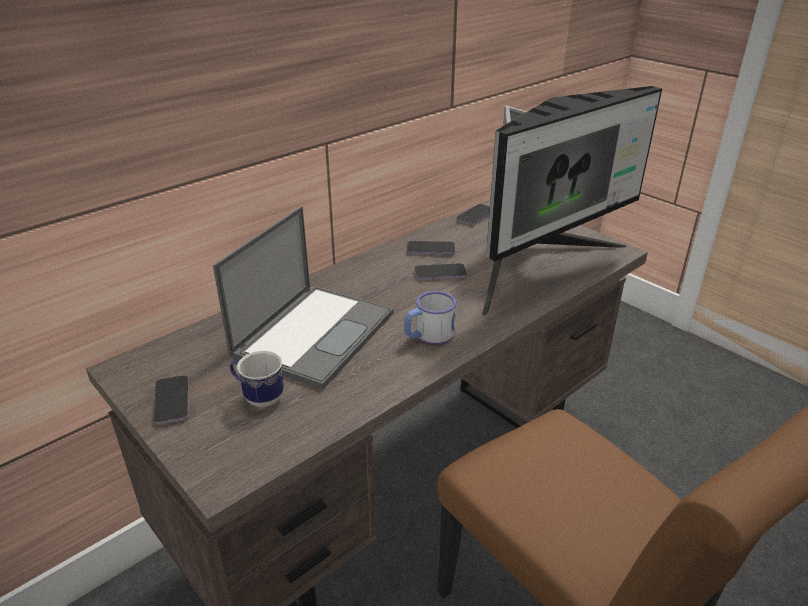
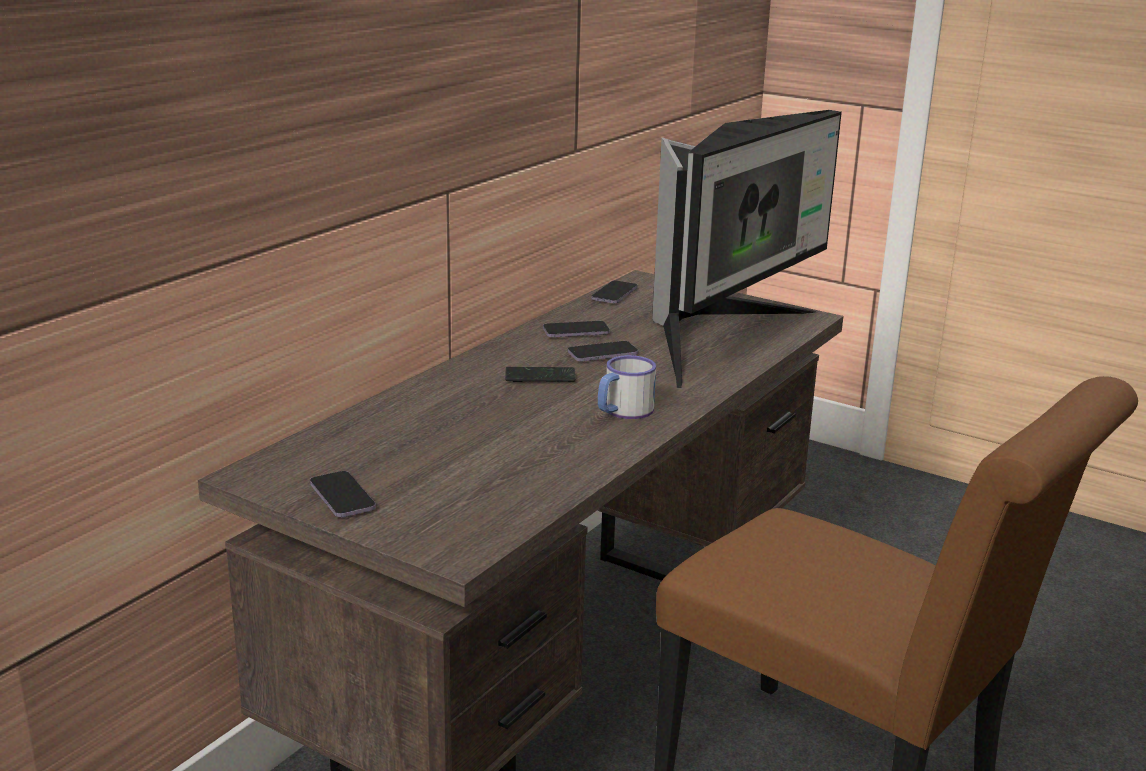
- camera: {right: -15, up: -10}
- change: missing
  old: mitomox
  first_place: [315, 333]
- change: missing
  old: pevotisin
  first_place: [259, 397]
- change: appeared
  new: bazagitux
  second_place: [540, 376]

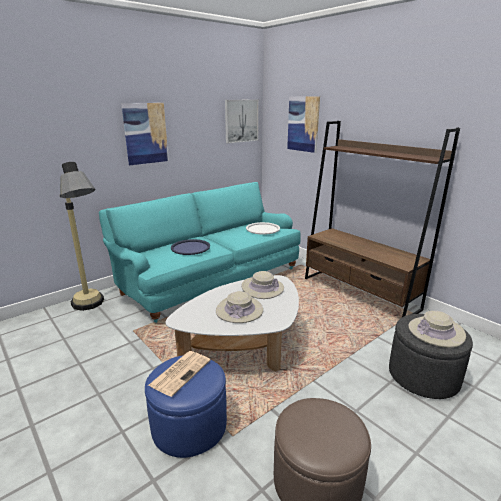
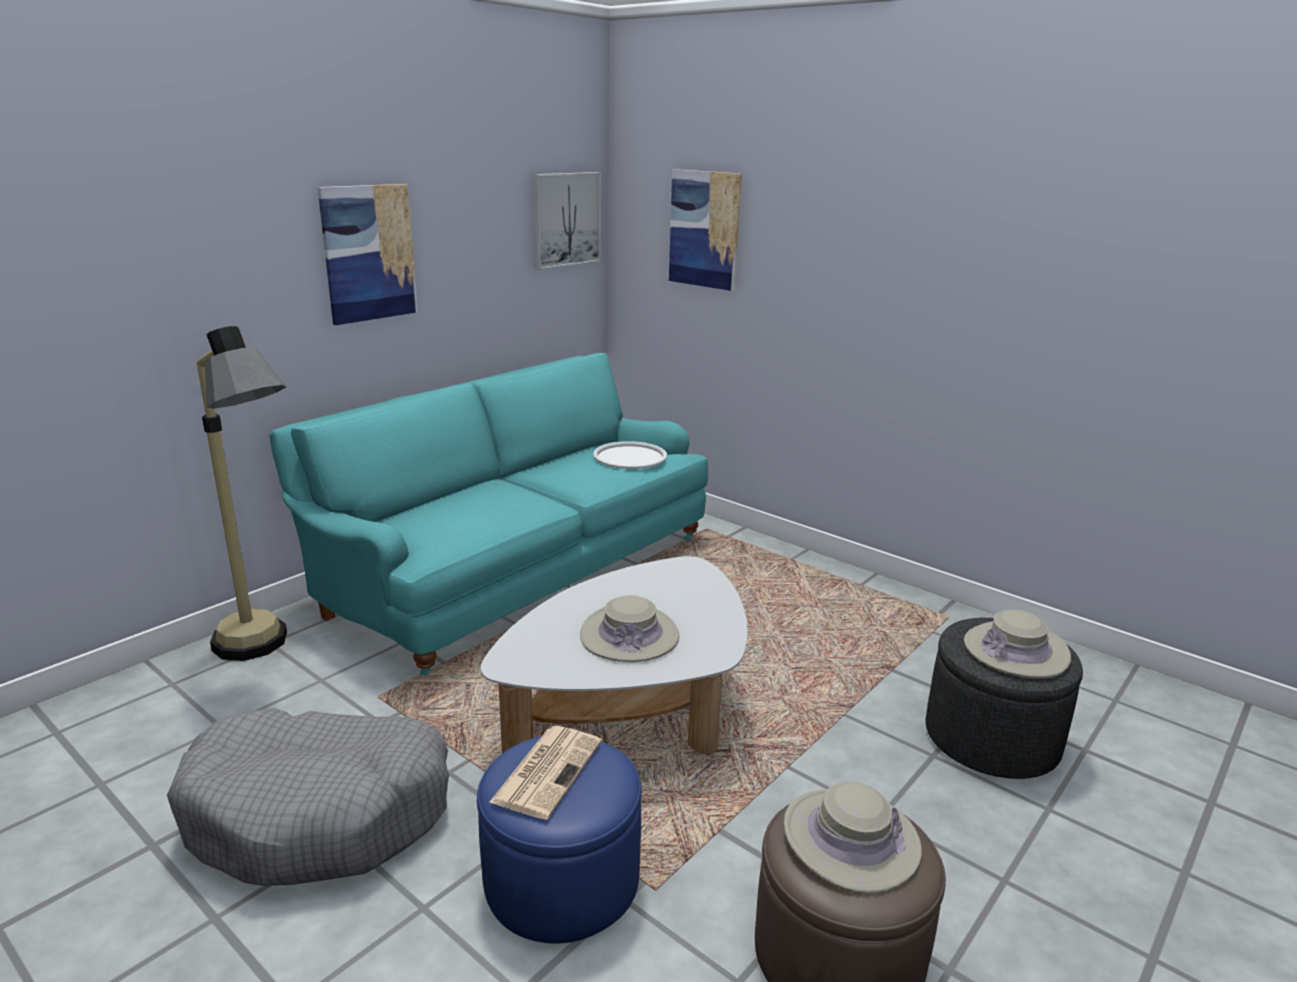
- camera: {right: -10, up: 0}
- change: missing
  old: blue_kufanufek
  first_place: [190, 247]
- change: relocated
  old: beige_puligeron
  first_place: [262, 288]
  second_place: [850, 839]
- change: missing
  old: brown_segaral
  first_place: [359, 293]
- change: appeared
  new: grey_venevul
  second_place: [319, 813]

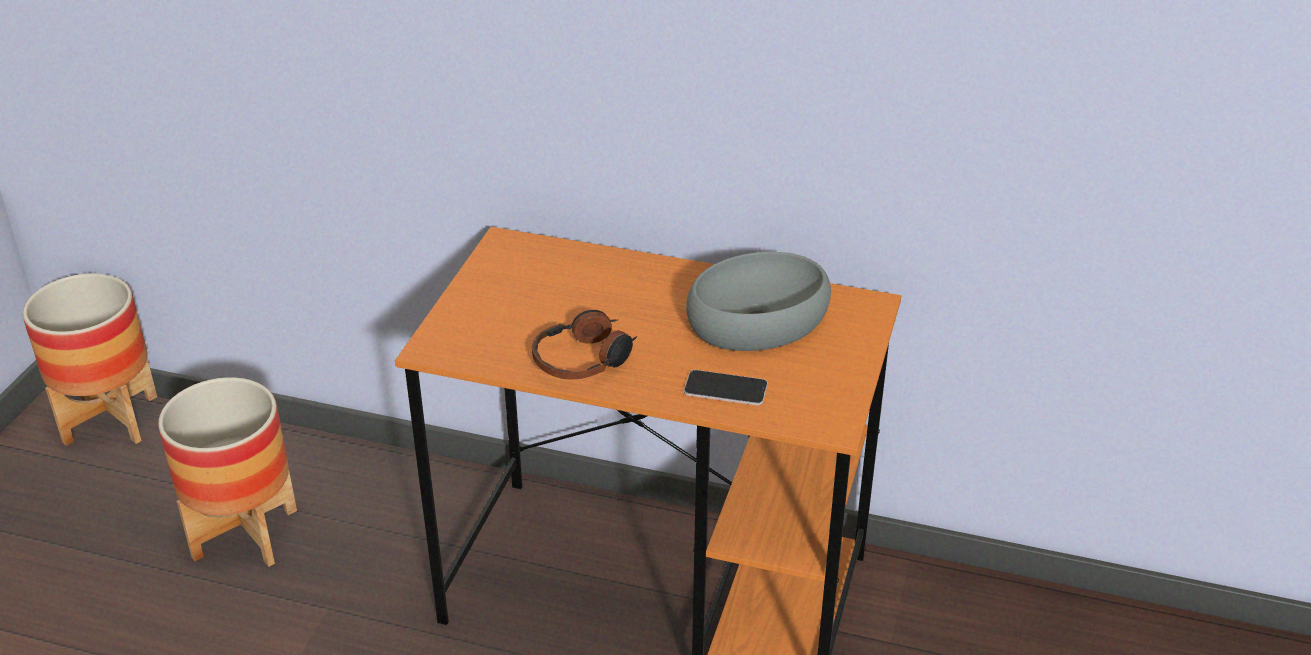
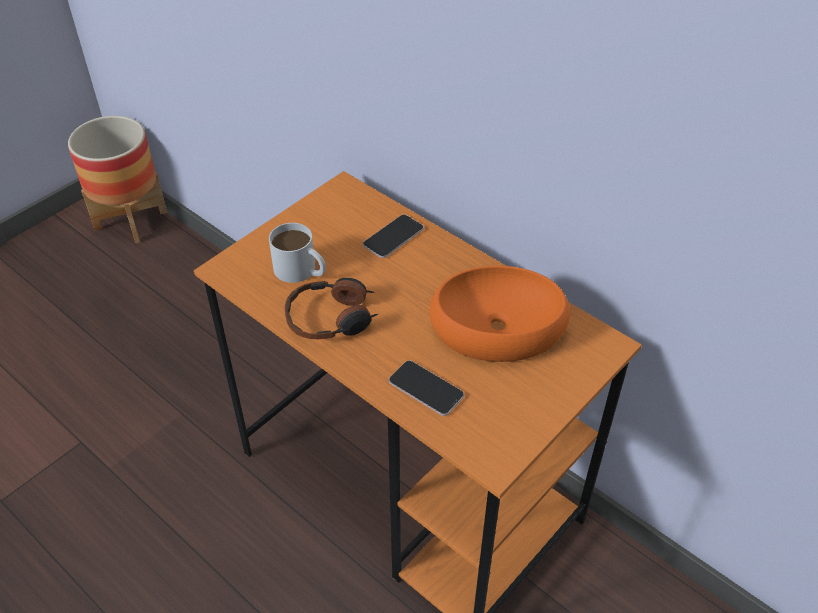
- camera: {right: 25, up: 10}
- change: missing
  old: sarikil
  first_place: [245, 533]
- change: colour
  old: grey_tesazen
  new: orange_tesazen
  first_place: [757, 318]
  second_place: [498, 326]
- change: appeared
  new: white_pevotisin
  second_place: [301, 271]
- change: appeared
  new: bazagitux
  second_place: [393, 237]

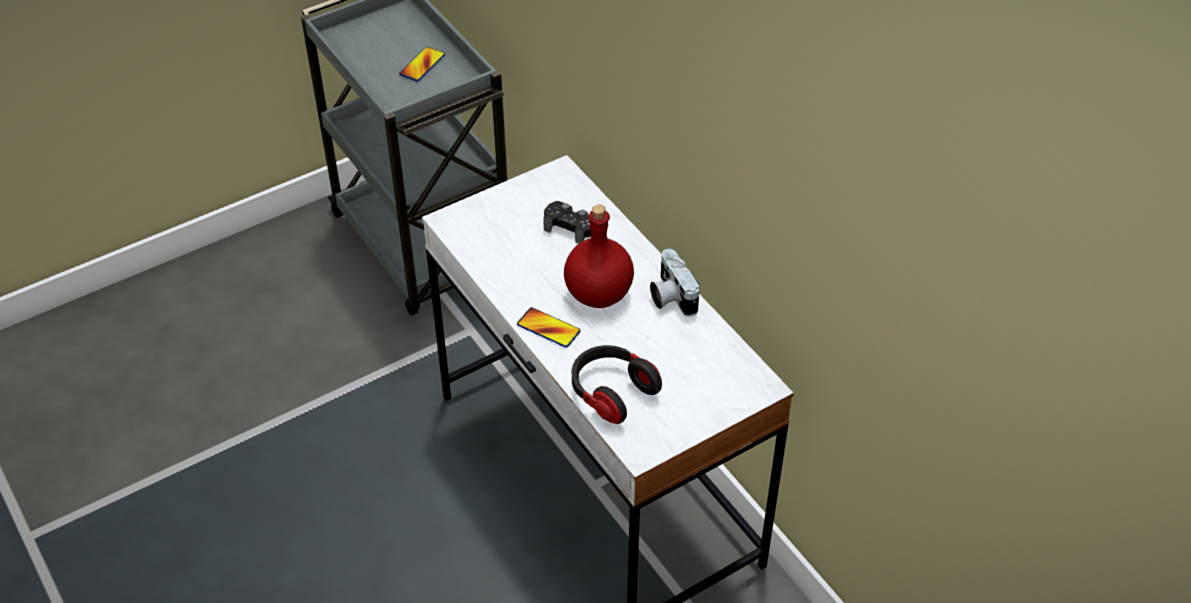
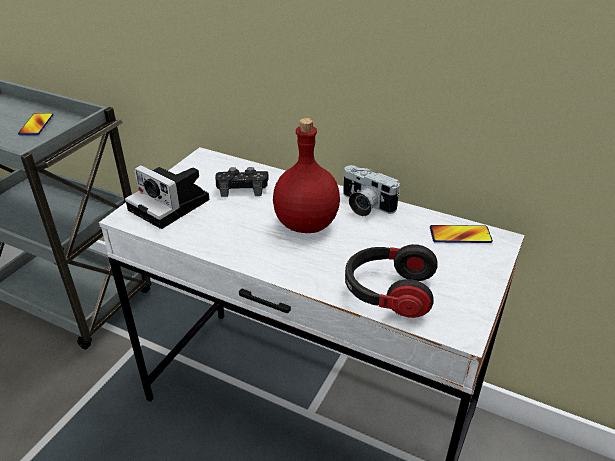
- camera: {right: -30, up: -10}
- change: relocated
  old: bazagitux
  first_place: [548, 328]
  second_place: [460, 235]
- change: appeared
  new: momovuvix
  second_place: [172, 205]

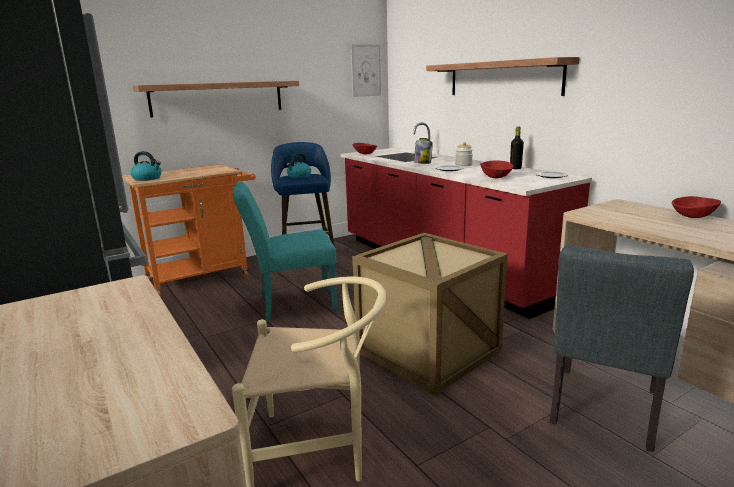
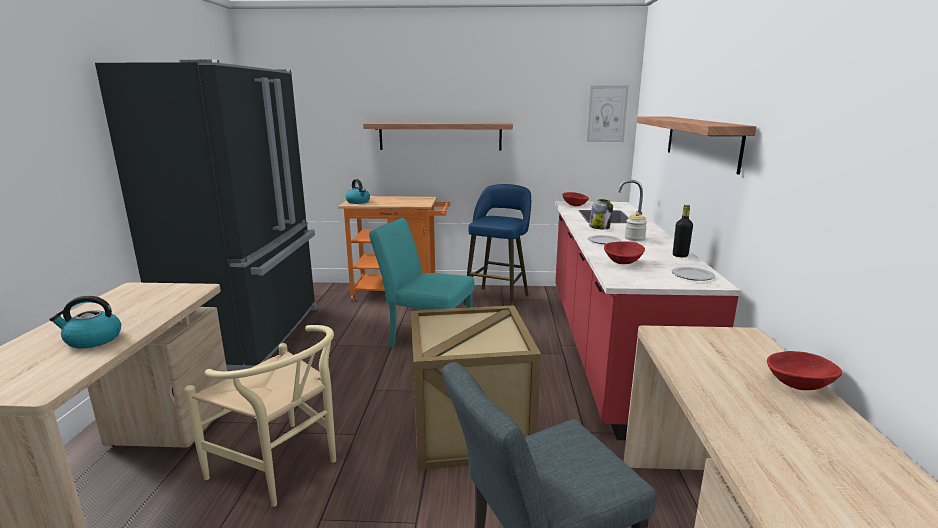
- camera: {right: 35, up: 0}
- change: relocated
  old: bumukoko
  first_place: [299, 176]
  second_place: [92, 340]

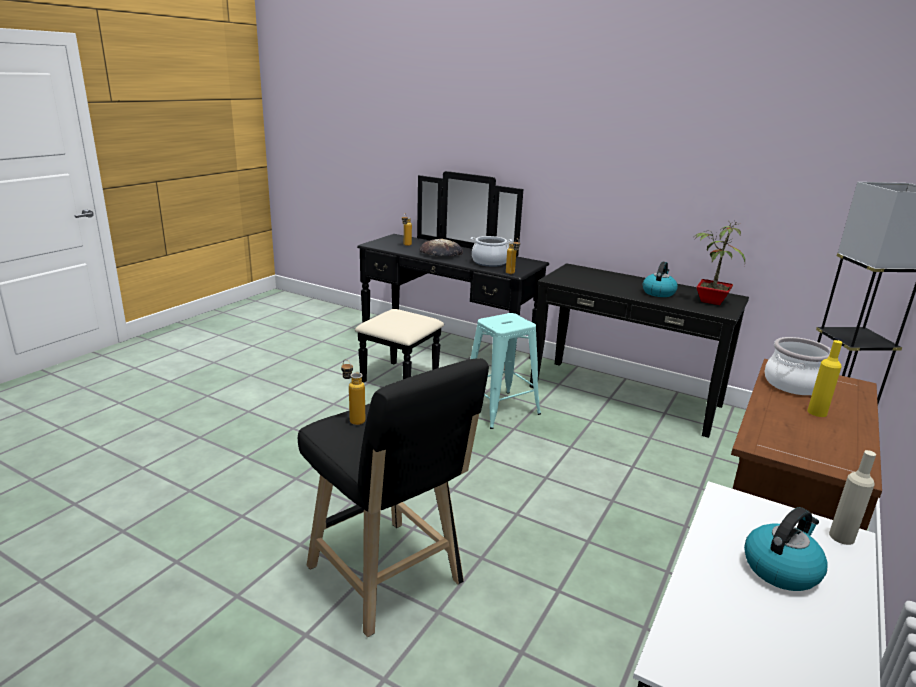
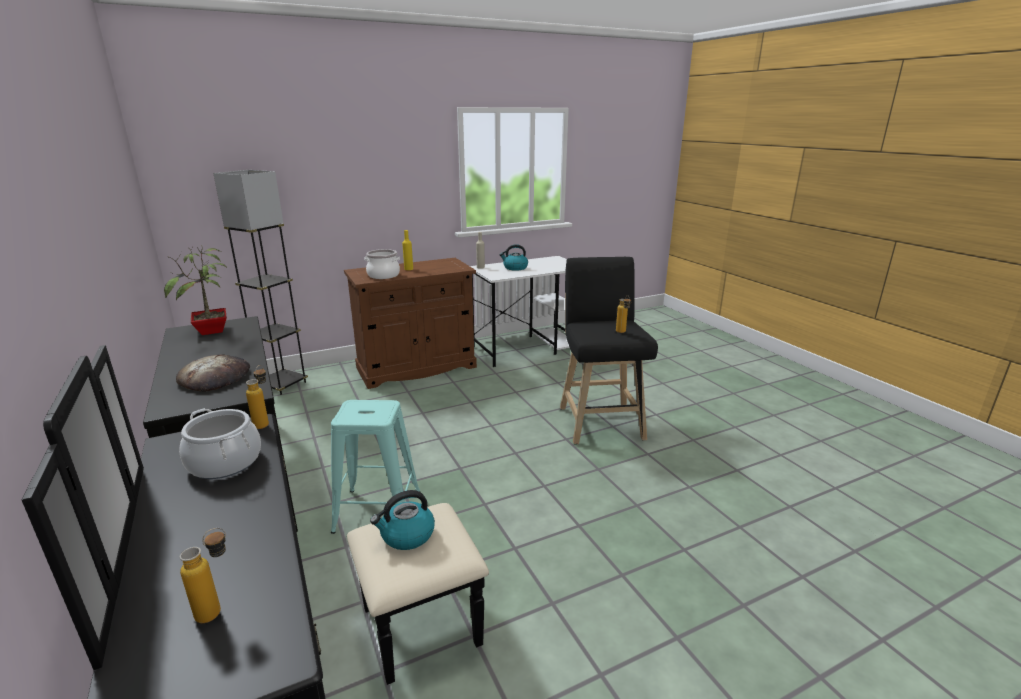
- camera: {right: -145, up: 0}
- change: relocated
  old: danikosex
  first_place: [441, 253]
  second_place: [215, 377]
- change: relocated
  old: bumukoko
  first_place: [658, 292]
  second_place: [406, 535]

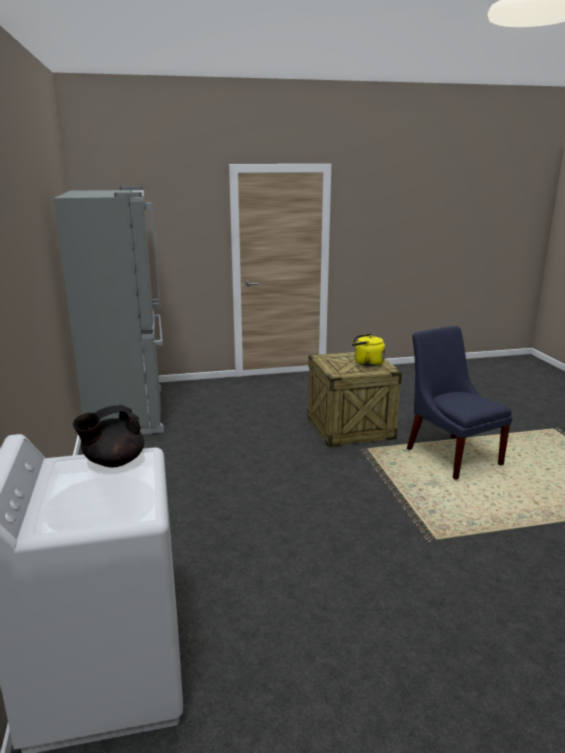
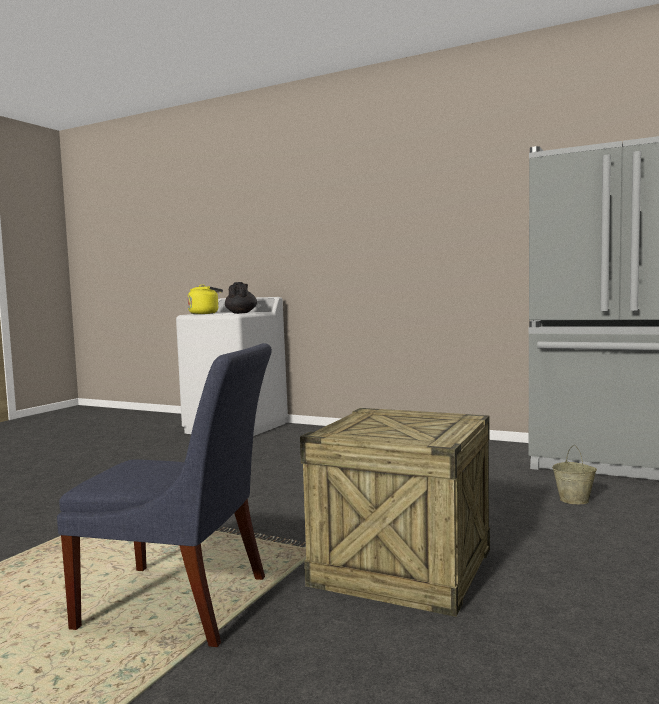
- camera: {right: 130, up: -15}
- change: relocated
  old: yellow_bumukoko
  first_place: [366, 363]
  second_place: [205, 313]
- change: appeared
  new: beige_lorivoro
  second_place: [574, 500]

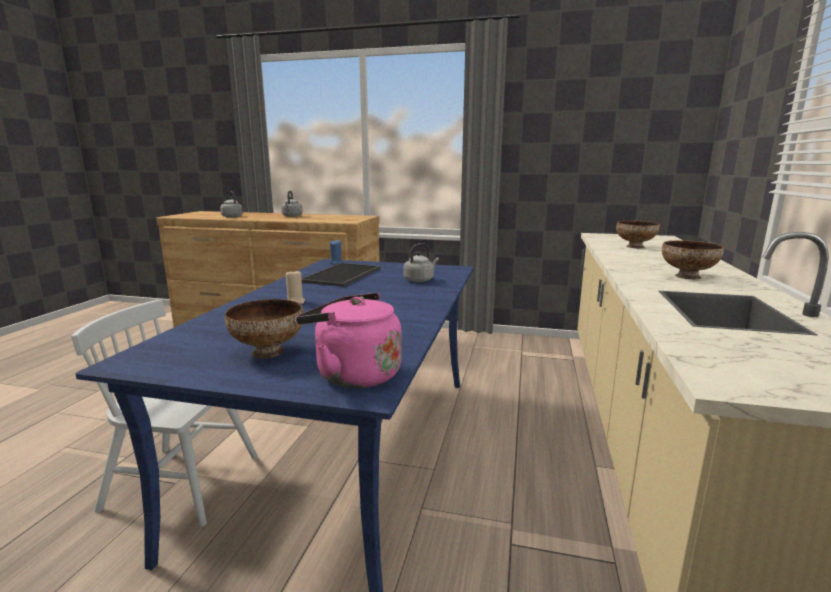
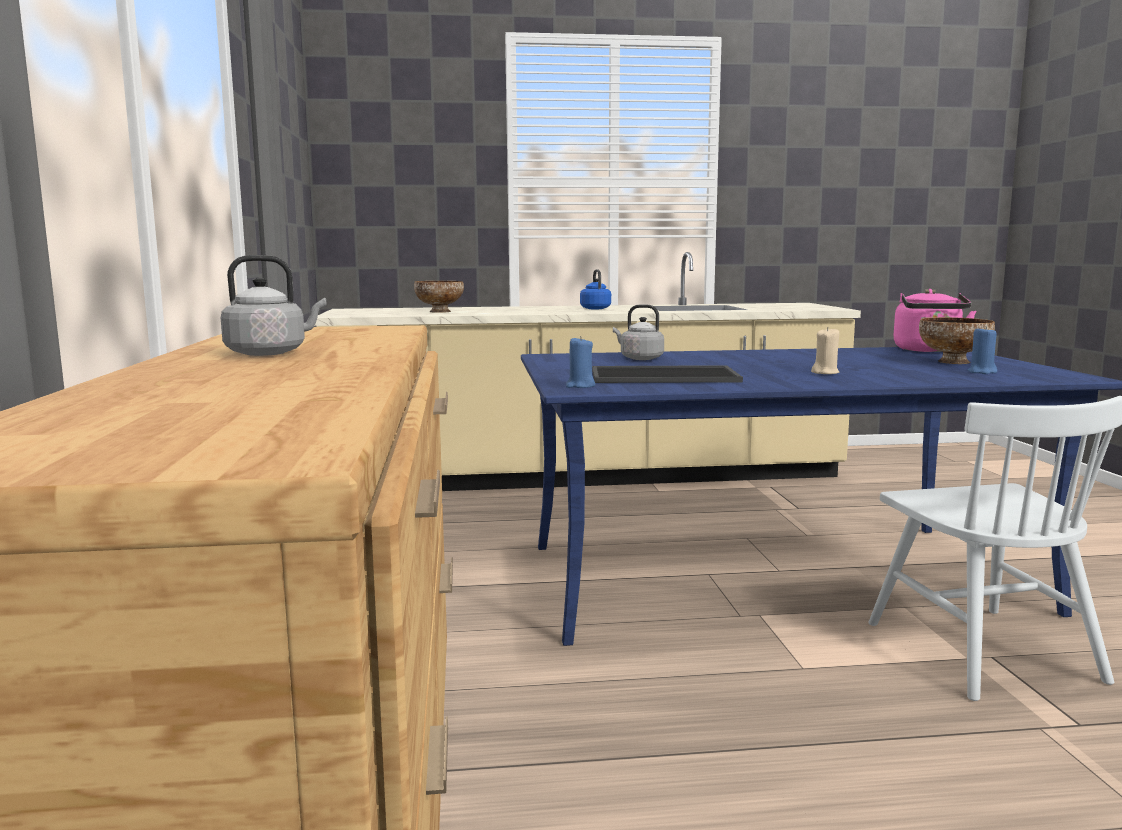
- camera: {right: -110, up: -5}
- change: missing
  old: grey_bumukoko
  first_place: [231, 217]
- change: exchanged
  old: tesazen
  new: blue_bumukoko
  first_place: [687, 276]
  second_place: [595, 308]
- change: appeared
  new: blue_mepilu
  second_place: [982, 372]

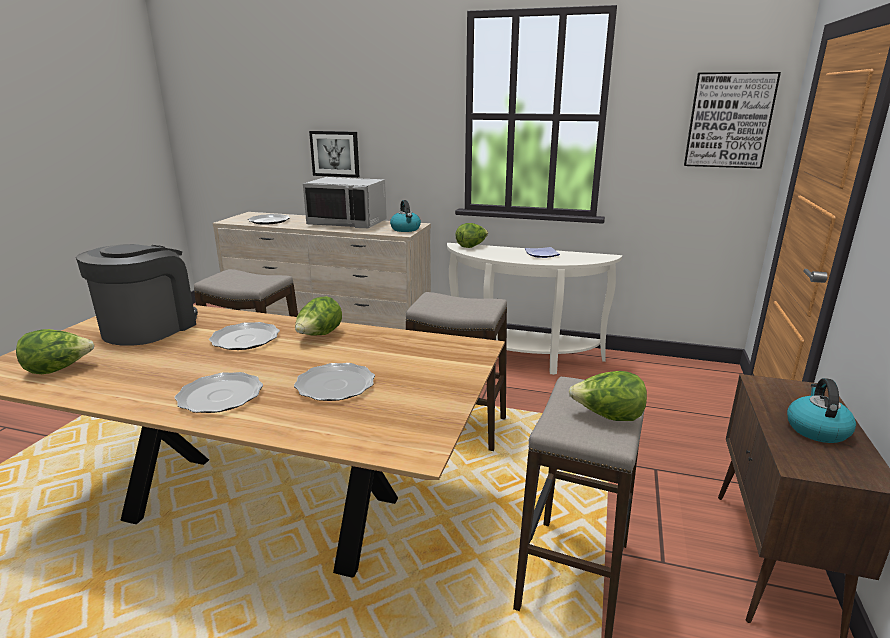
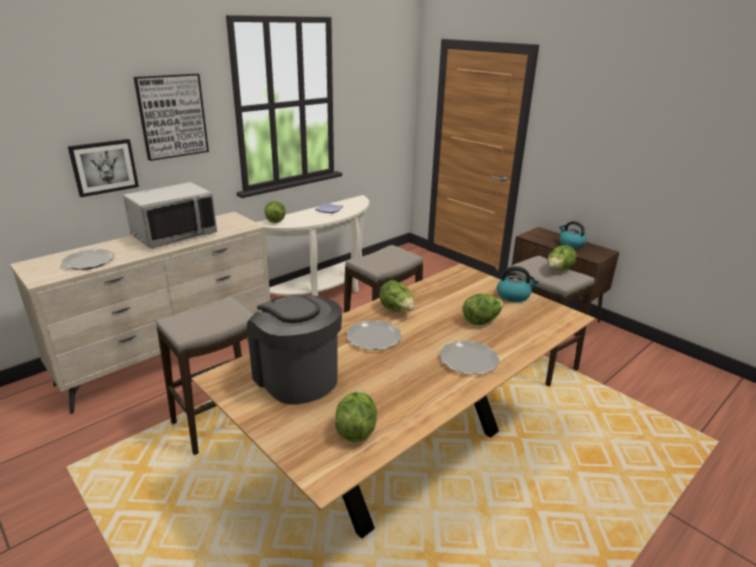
- camera: {right: -60, up: 5}
- change: exchanged
  old: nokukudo
  new: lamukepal
  first_place: [335, 385]
  second_place: [481, 321]
- change: relocated
  old: bumukoko
  first_place: [406, 229]
  second_place: [513, 296]
- change: relocated
  old: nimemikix
  first_place: [729, 120]
  second_place: [172, 116]

